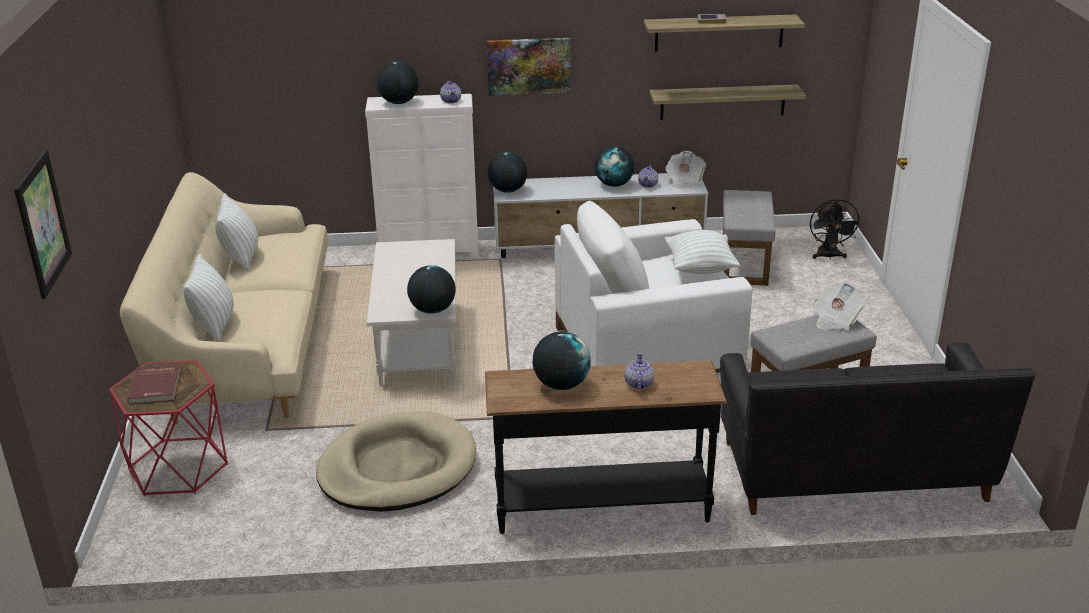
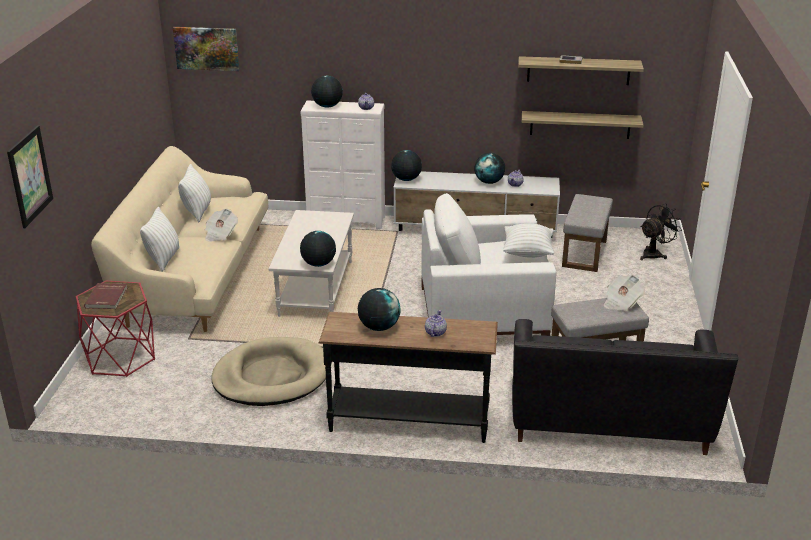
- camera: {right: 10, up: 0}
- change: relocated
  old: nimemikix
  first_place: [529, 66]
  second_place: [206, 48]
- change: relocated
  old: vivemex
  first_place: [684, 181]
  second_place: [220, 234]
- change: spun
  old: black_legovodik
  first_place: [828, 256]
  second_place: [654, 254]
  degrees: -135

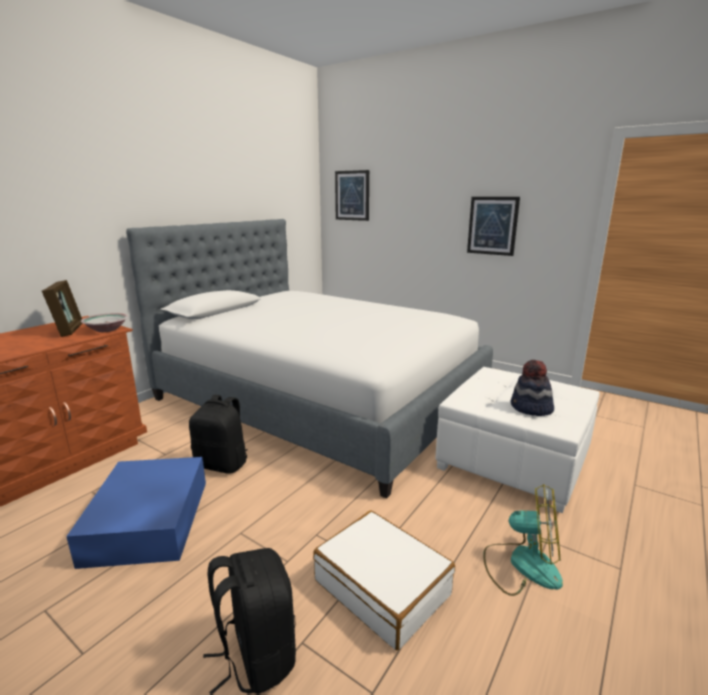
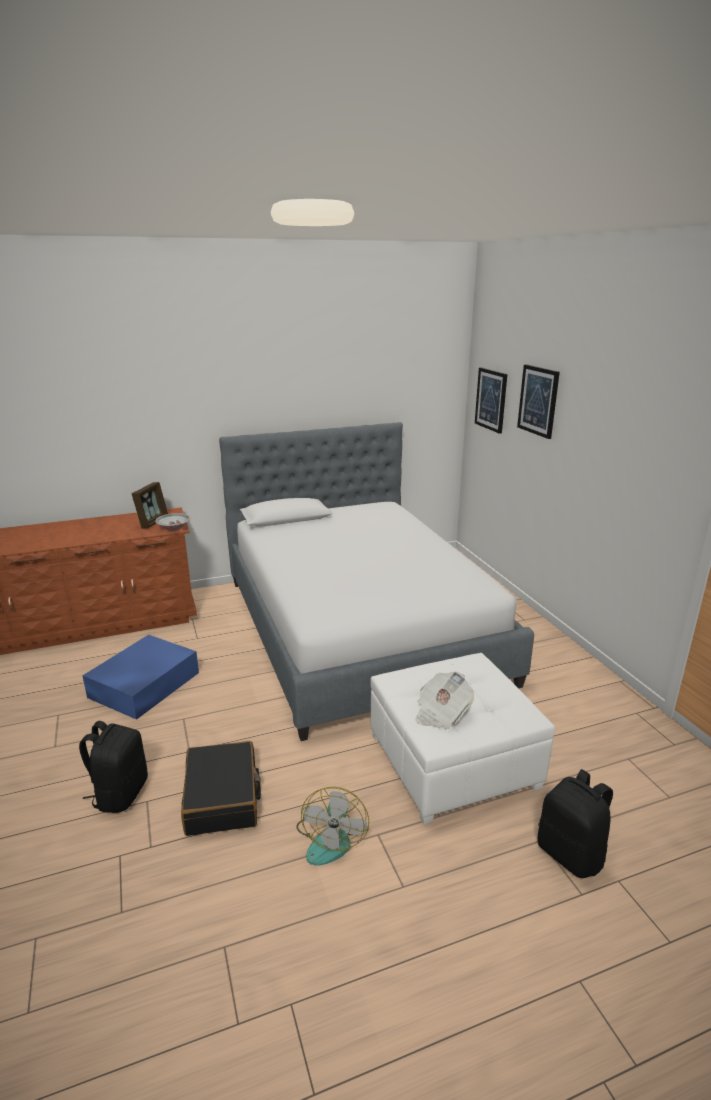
- camera: {right: 35, up: 5}
- change: relocated
  old: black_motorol
  first_place: [222, 464]
  second_place: [571, 854]
- change: colour
  old: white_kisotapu
  new: black_kisotapu
  first_place: [382, 587]
  second_place: [222, 798]
- change: relocated
  old: nimemikix
  first_place: [492, 225]
  second_place: [538, 400]
- change: spun
  old: legovodik
  first_place: [522, 565]
  second_place: [331, 839]
  degrees: 45
- change: exchanged
  old: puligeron
  new: vivemex
  first_place: [531, 408]
  second_place: [441, 713]

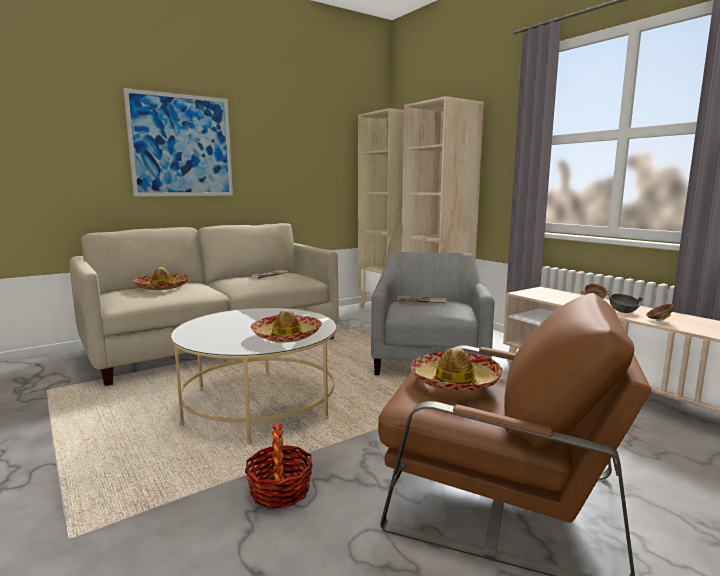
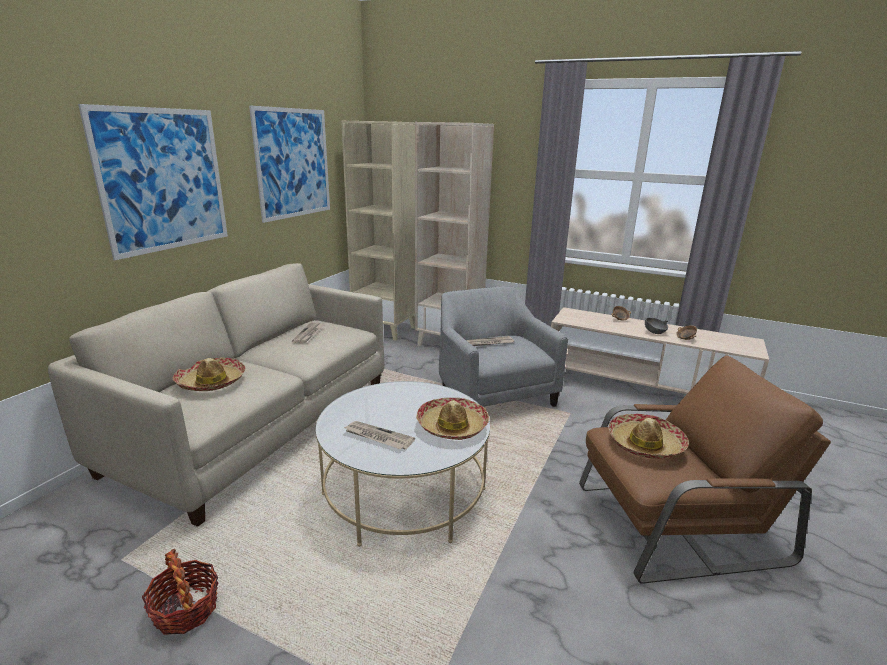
- camera: {right: -30, up: 10}
- change: relocated
  old: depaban
  first_place: [280, 491]
  second_place: [186, 609]
- change: appeared
  new: nimemikix
  second_place: [293, 163]
- change: appeared
  new: vivemex
  second_place: [378, 437]

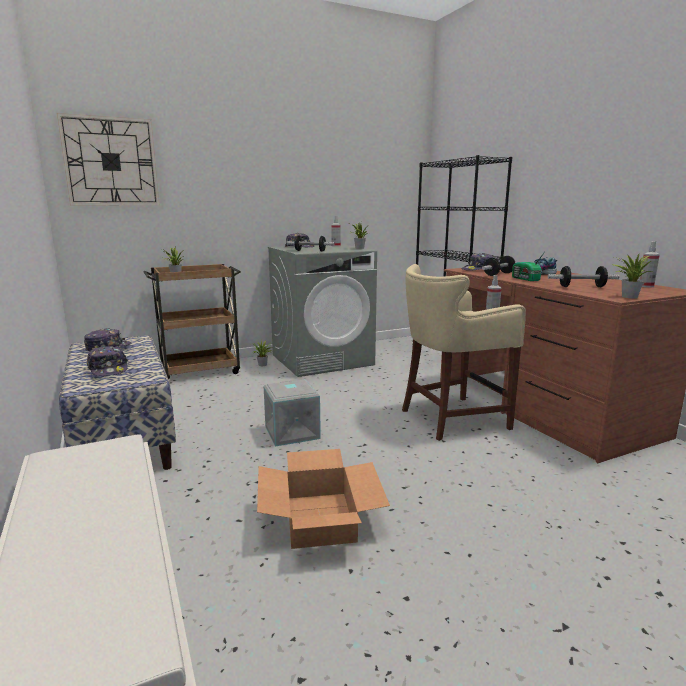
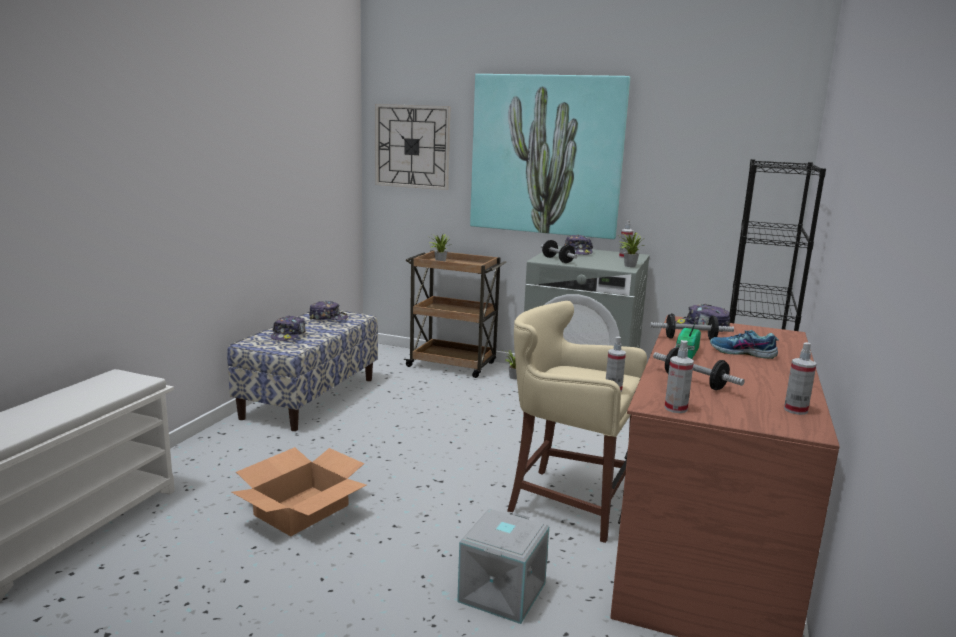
- camera: {right: 45, up: 0}
- change: relocated
  old: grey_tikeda
  first_place: [291, 432]
  second_place: [501, 591]
- change: exchanged
  old: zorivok
  new: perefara
  first_place: [627, 296]
  second_place: [675, 408]
- change: appeared
  new: nimemikix
  second_place: [546, 155]

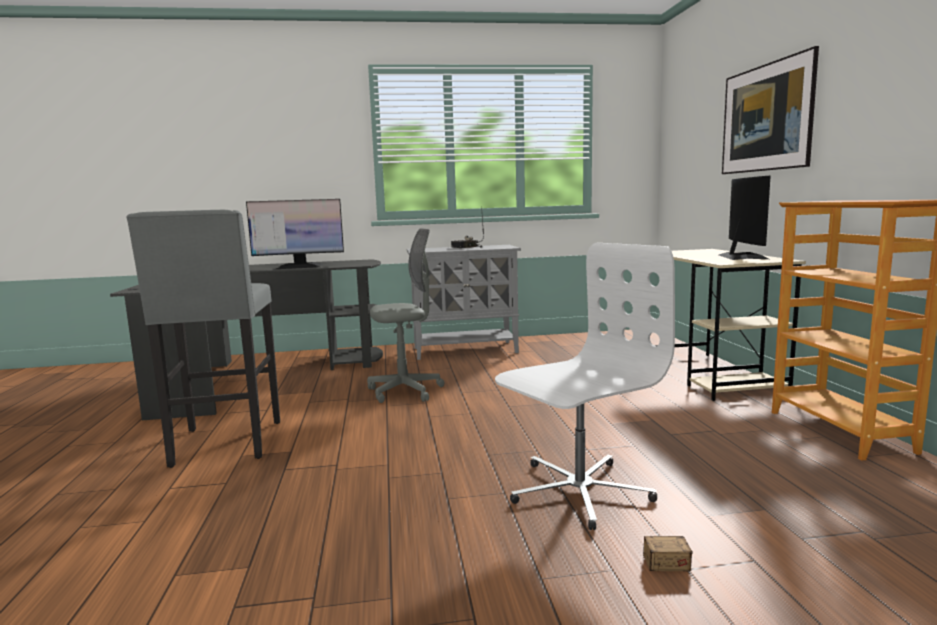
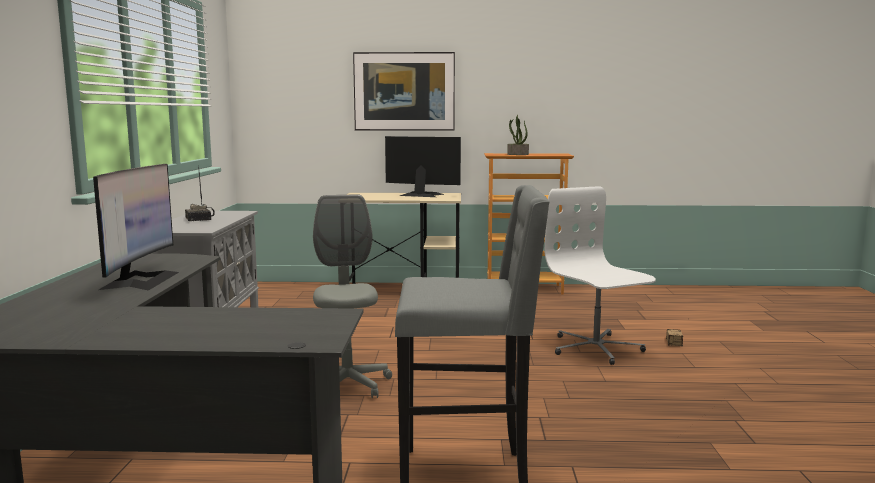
- camera: {right: -80, up: 0}
- change: appeared
  new: zorivok
  second_place: [517, 154]

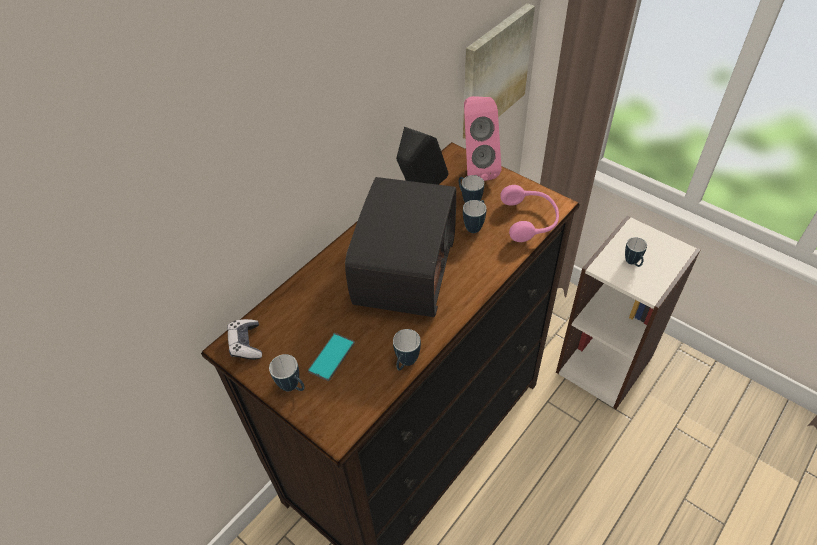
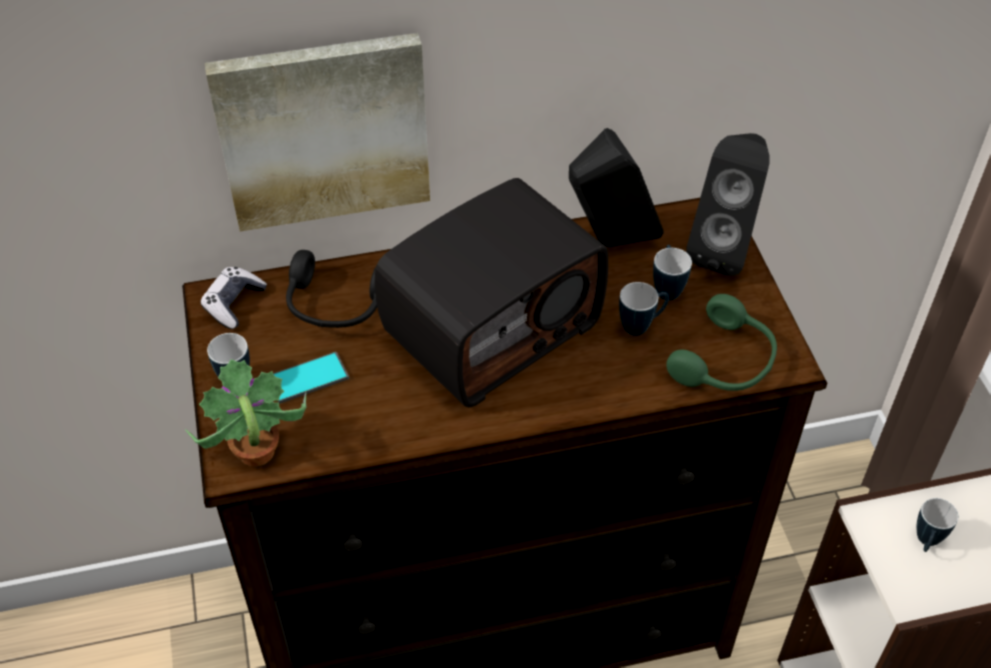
- camera: {right: 35, up: 0}
- change: missing
  old: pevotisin
  first_place: [405, 363]
- change: relocated
  old: nimemikix
  first_place: [494, 71]
  second_place: [323, 130]
- change: colour
  old: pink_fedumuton
  new: black_fedumuton
  first_place: [476, 168]
  second_place: [724, 249]
- change: colour
  old: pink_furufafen
  new: green_furufafen
  first_place: [530, 220]
  second_place: [726, 362]
- change: appeared
  new: zorivok
  second_place: [255, 453]
- change: appeared
  new: black_furufafen
  second_place: [336, 306]

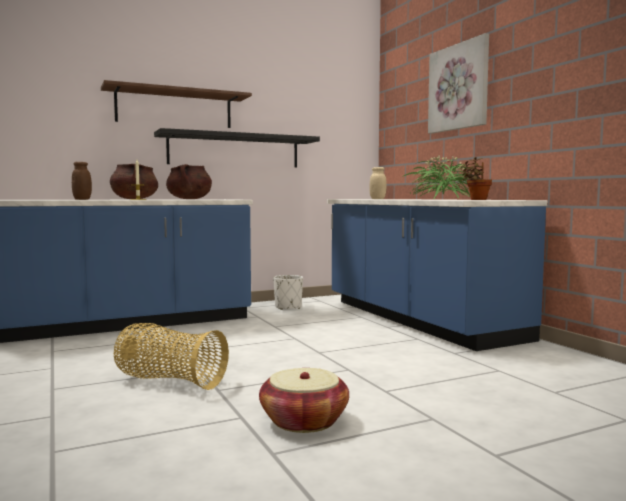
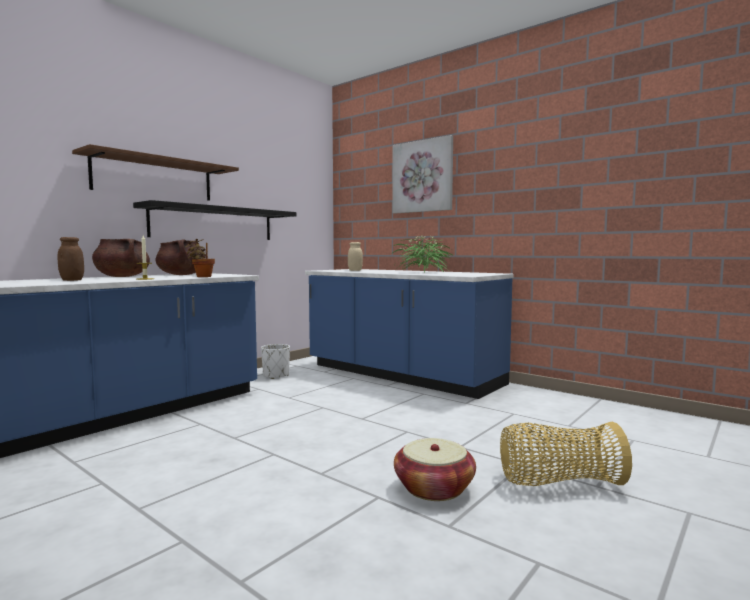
- camera: {right: -25, up: 0}
- change: relocated
  old: depaban
  first_place: [169, 381]
  second_place: [558, 482]
- change: relocated
  old: zorivok
  first_place: [476, 200]
  second_place: [202, 276]

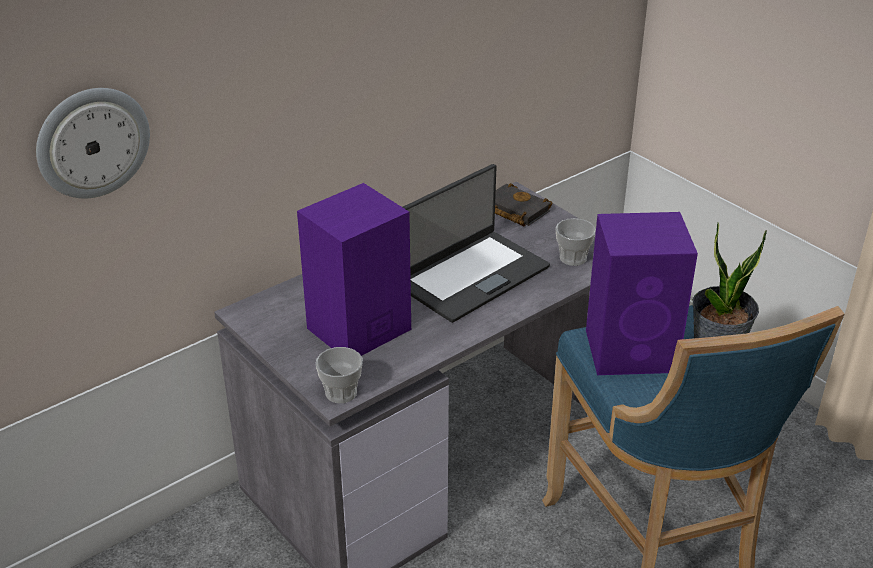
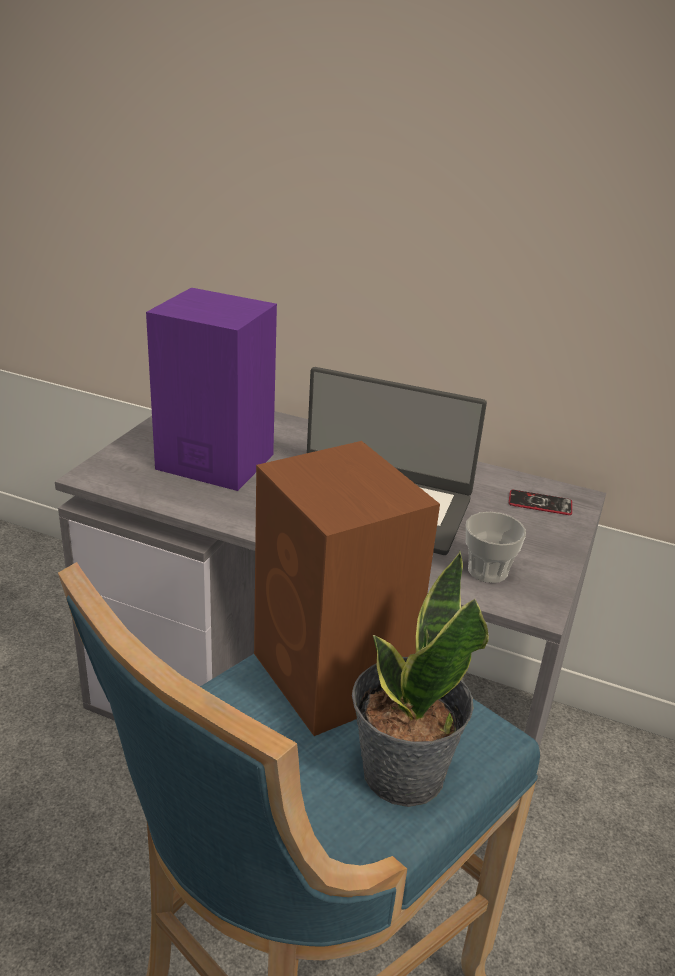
- camera: {right: 60, up: -5}
- change: missing
  old: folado
  first_place: [92, 142]
- change: missing
  old: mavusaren
  first_place: [341, 393]
- change: exchanged
  old: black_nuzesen
  new: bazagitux
  first_place: [513, 210]
  second_place: [540, 503]
- change: colour
  old: purple_fedumuton
  new: brown_fedumuton
  first_place: [633, 351]
  second_place: [333, 677]

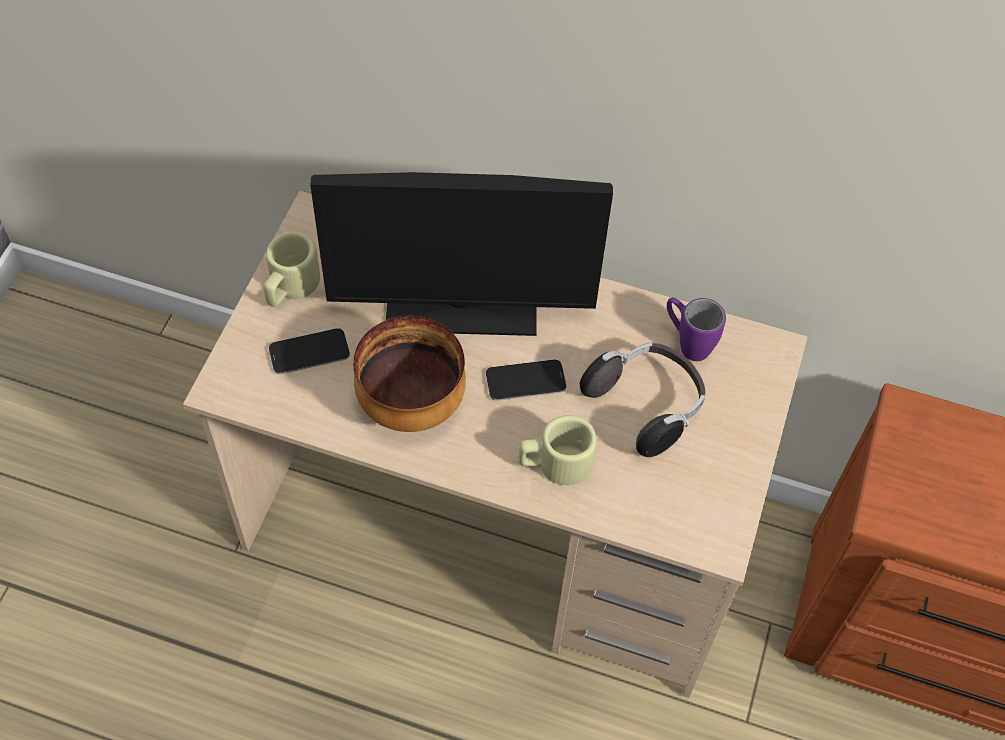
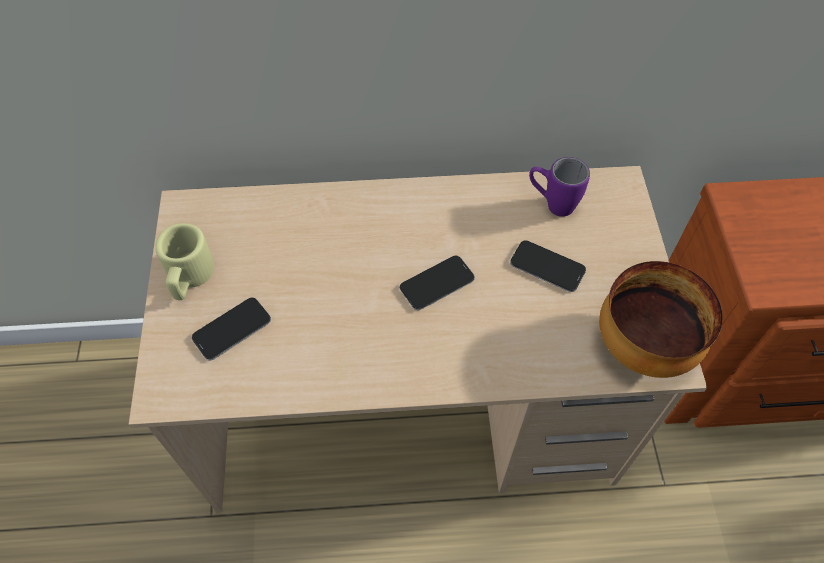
- camera: {right: -20, up: 0}
- change: missing
  old: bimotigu
  first_place: [461, 305]
- change: relocated
  old: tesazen
  first_place: [409, 402]
  second_place: [642, 345]
- change: missing
  old: beige_pevotisin
  first_place: [554, 463]
- change: exchanged
  old: furufafen
  new: bazagitux
  first_place: [646, 406]
  second_place: [547, 267]

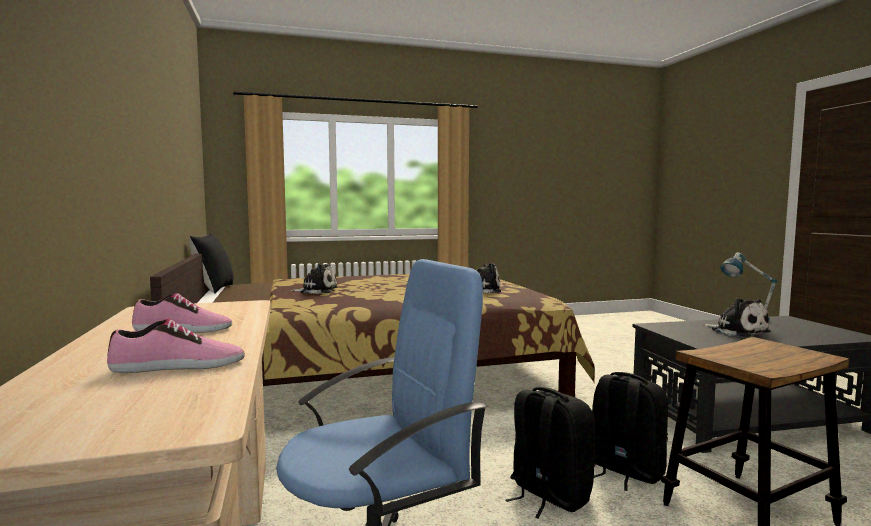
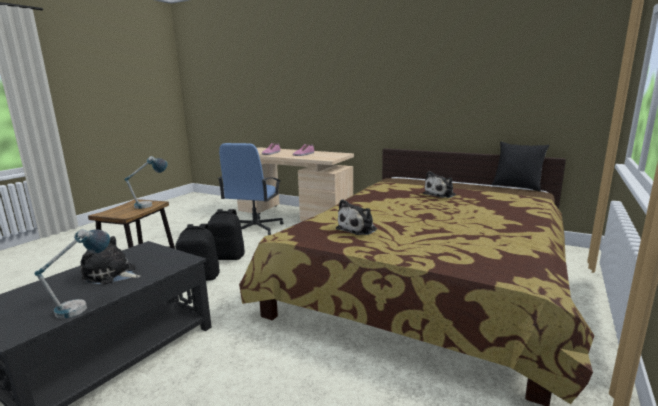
- camera: {right: 135, up: 10}
- change: appeared
  new: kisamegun
  second_place: [151, 205]

